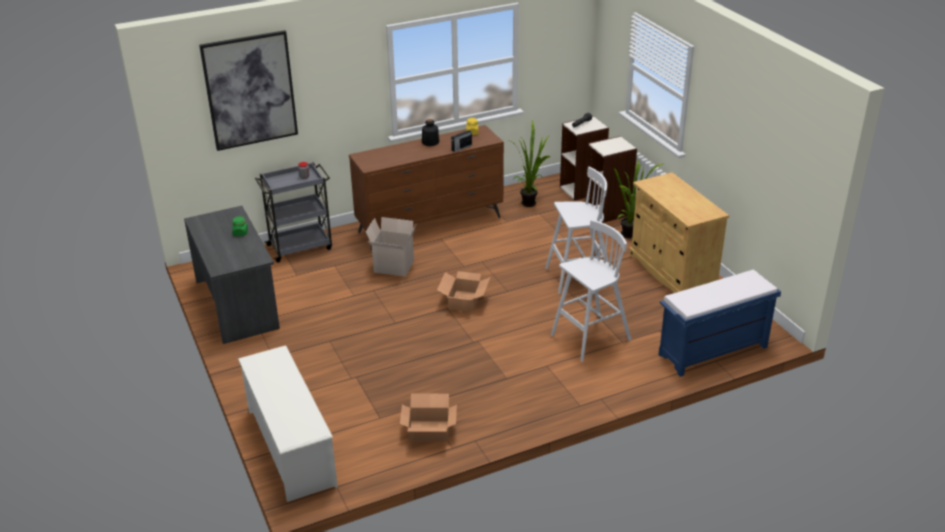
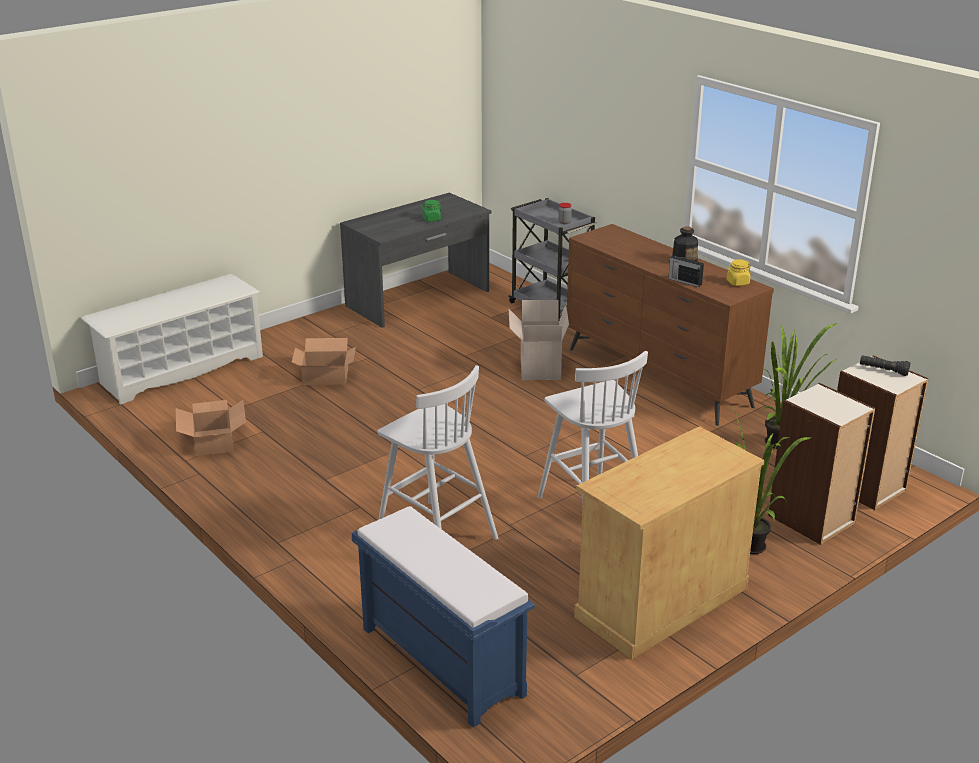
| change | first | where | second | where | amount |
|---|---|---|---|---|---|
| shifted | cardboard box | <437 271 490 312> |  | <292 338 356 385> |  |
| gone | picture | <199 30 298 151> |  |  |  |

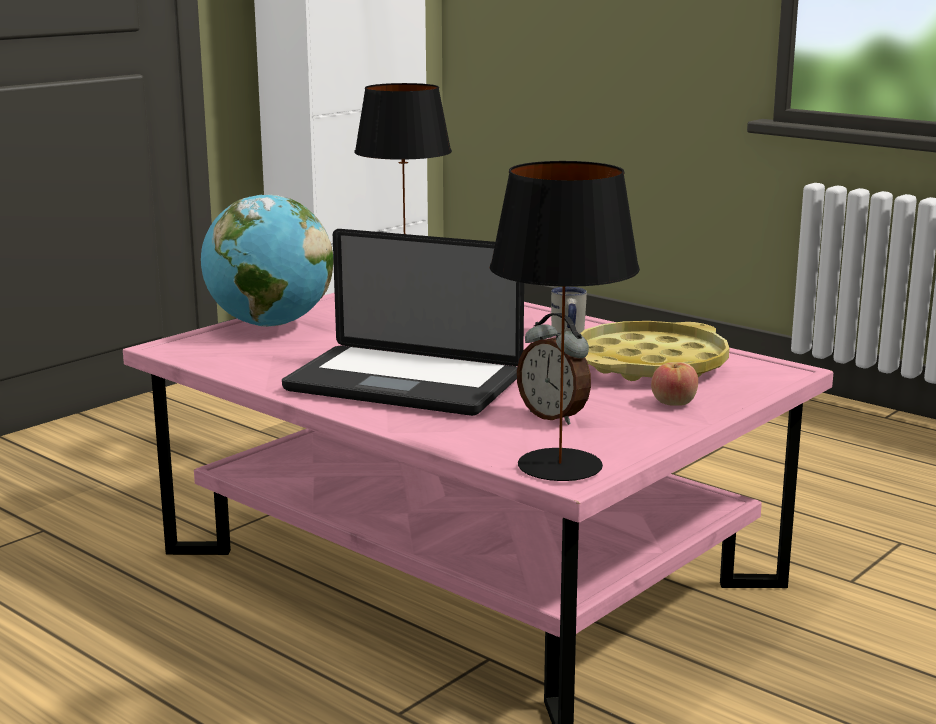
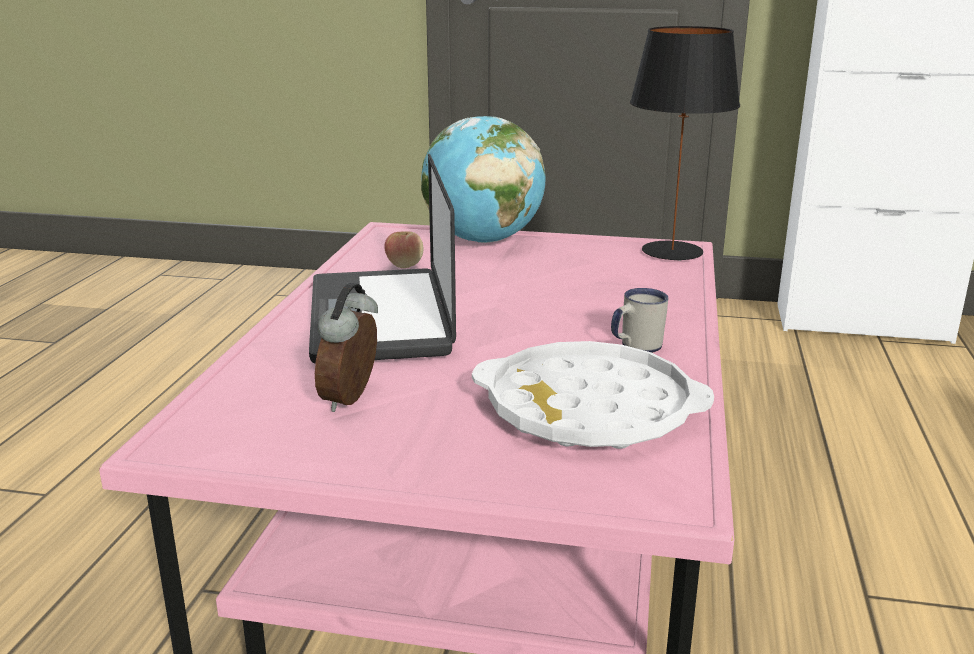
| change | first | where | second | where | amount |
|---|---|---|---|---|---|
| shifted | apple | <651 362 698 406> |  | <384 231 423 268> |  |
| repainted | tray/yellow | <580 321 729 381> | tray/white | <472 341 714 449> |  |
| gone | table lamp/black | <490 161 640 481> |  |  |  |

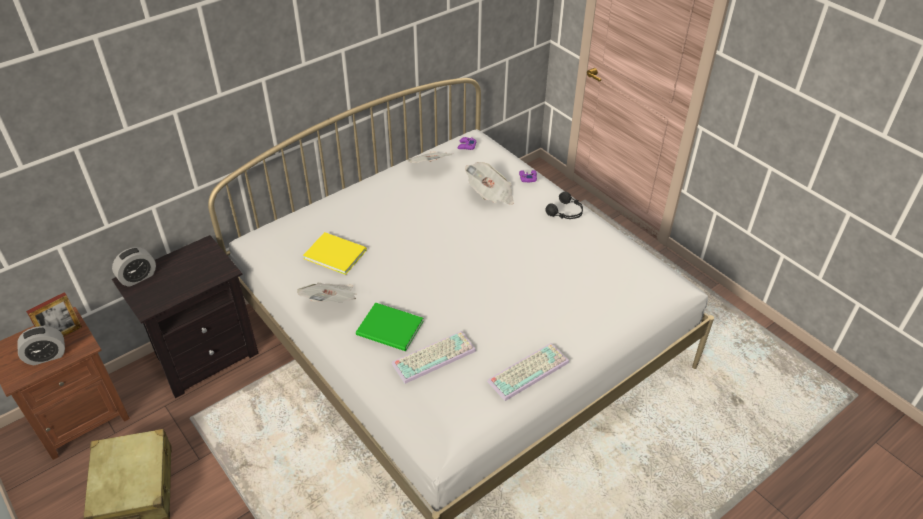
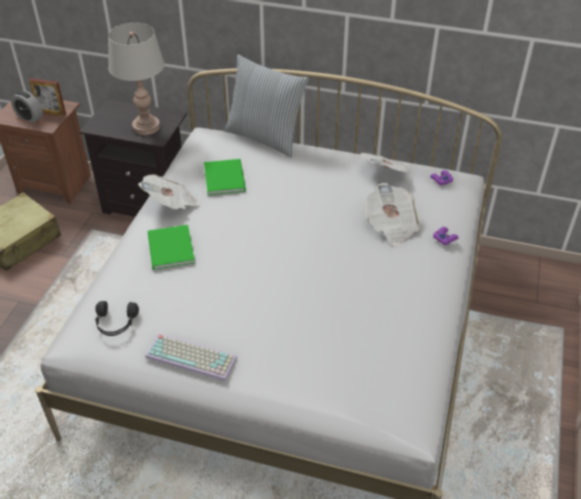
| change | first | where | second | where | amount |
|---|---|---|---|---|---|
| shifted | headphones/black | <545 192 583 219> |  | <95 301 139 336> |  |
| new |  |  | table lamp/grey | <108 23 165 135> |  |
| repainted | book/yellow | <303 232 367 275> | book/green | <204 159 246 195> |  |
| new |  |  | pillow | <224 55 309 157> |  |
| gone | alarm clock | <112 247 156 287> |  |  |  |
| gone | keyboard | <392 331 476 384> |  |  |  |

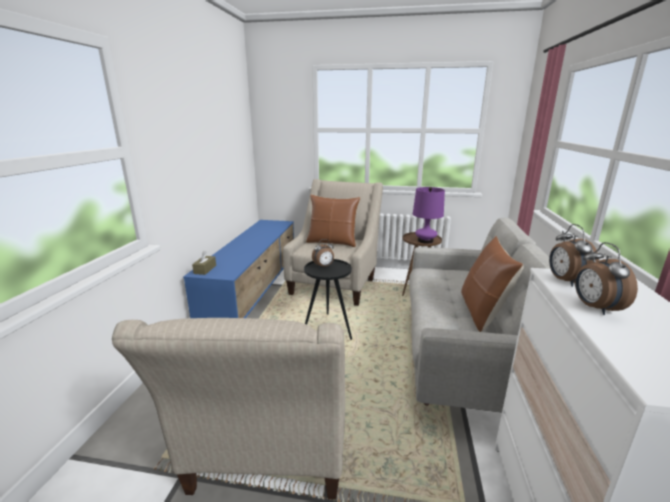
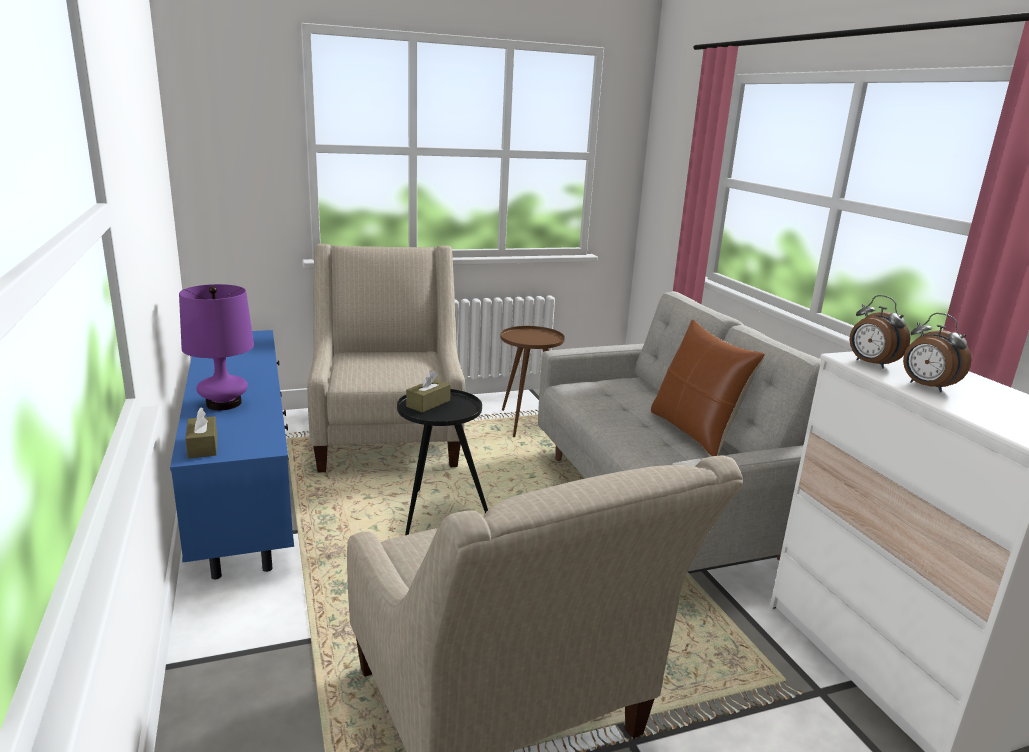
| change | first | where | second | where | amount |
|---|---|---|---|---|---|
| shifted | table lamp/purple | <413 187 445 244> |  | <179 284 254 410> |  |
| swapped | alarm clock | <312 239 334 267> | tissue box/brown | <406 370 451 413> |  |
| gone | pillow/brown | <306 195 360 247> |  |  |  |

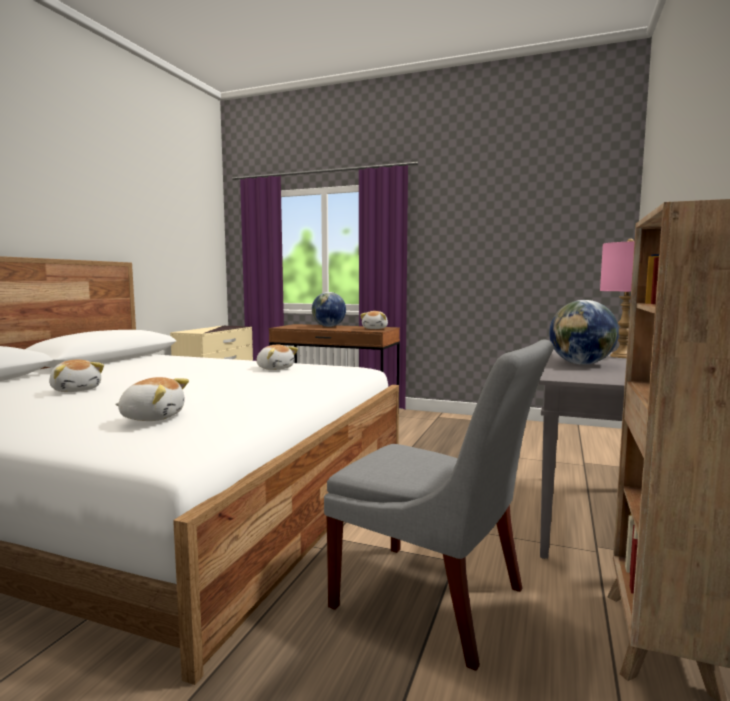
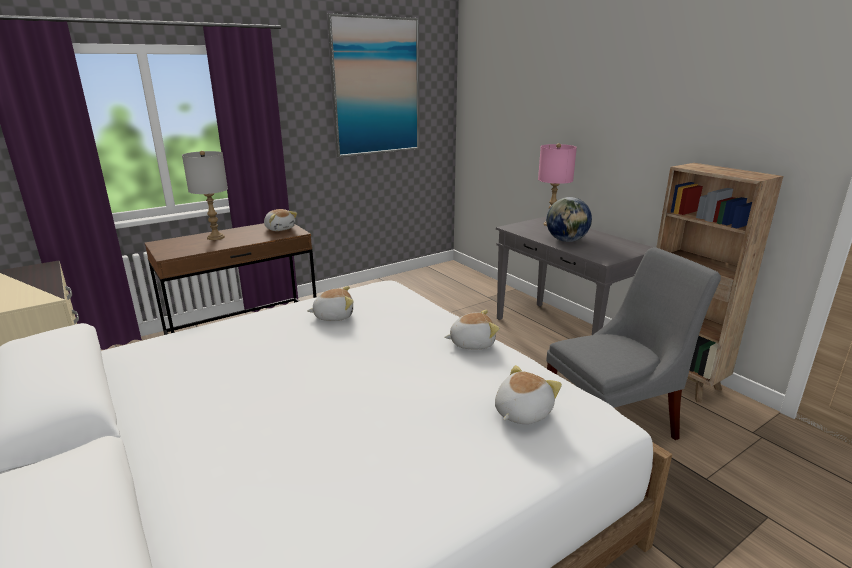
| change | first | where | second | where | amount |
|---|---|---|---|---|---|
| swapped | globe | <312 292 346 327> | table lamp/grey | <182 151 228 240> |  |
| new |  |  | picture | <328 13 419 157> |  |
| shifted | plush toy | <49 359 104 392> |  | <444 310 500 350> |  |

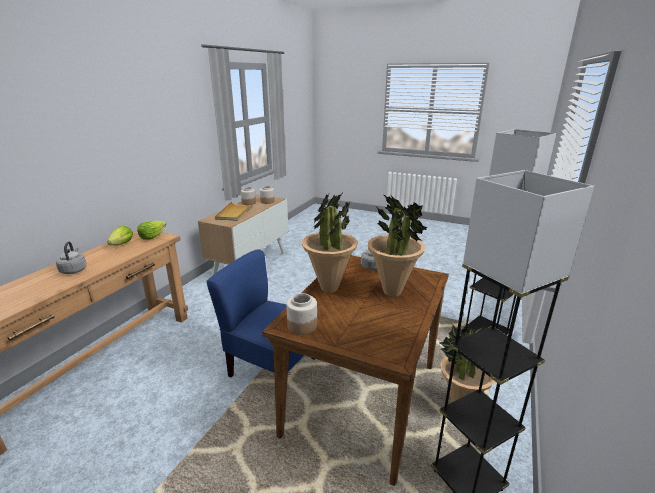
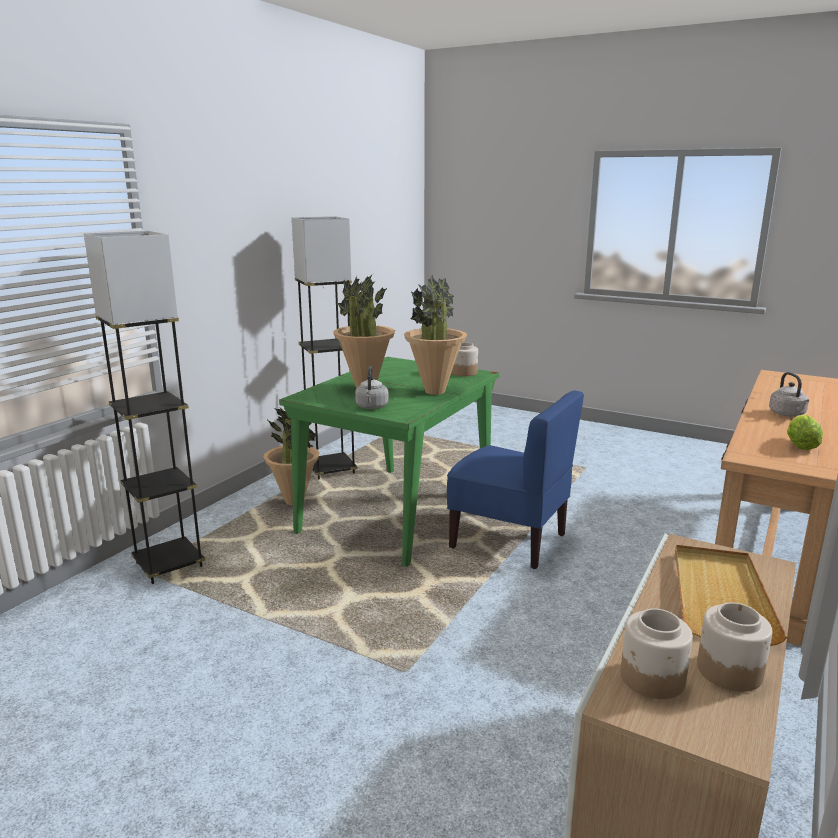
| change | first | where | second | where | amount |
|---|---|---|---|---|---|
| repainted | dining table/brown | <262 255 449 486> | dining table/green | <279 357 499 567> |  |
| gone | lettuce | <137 221 166 240> |  |  |  |

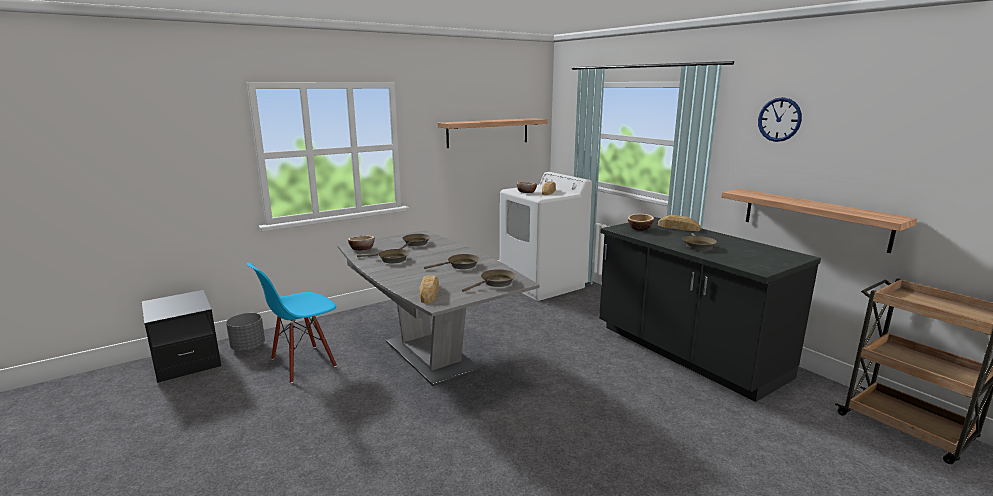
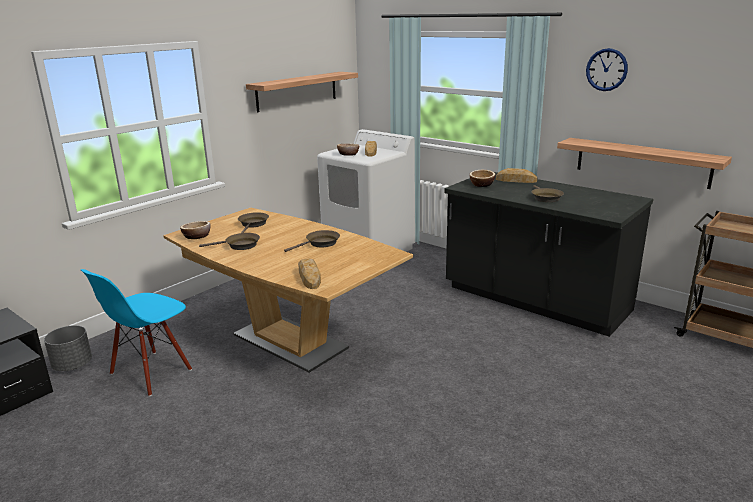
| change | first | where | second | where | amount |
|---|---|---|---|---|---|
| repainted | dining table/grey | <337 230 539 386> | dining table/brown | <163 208 413 373> |  |
| gone | frying pan/brown | <462 269 516 292> |  |  |  |

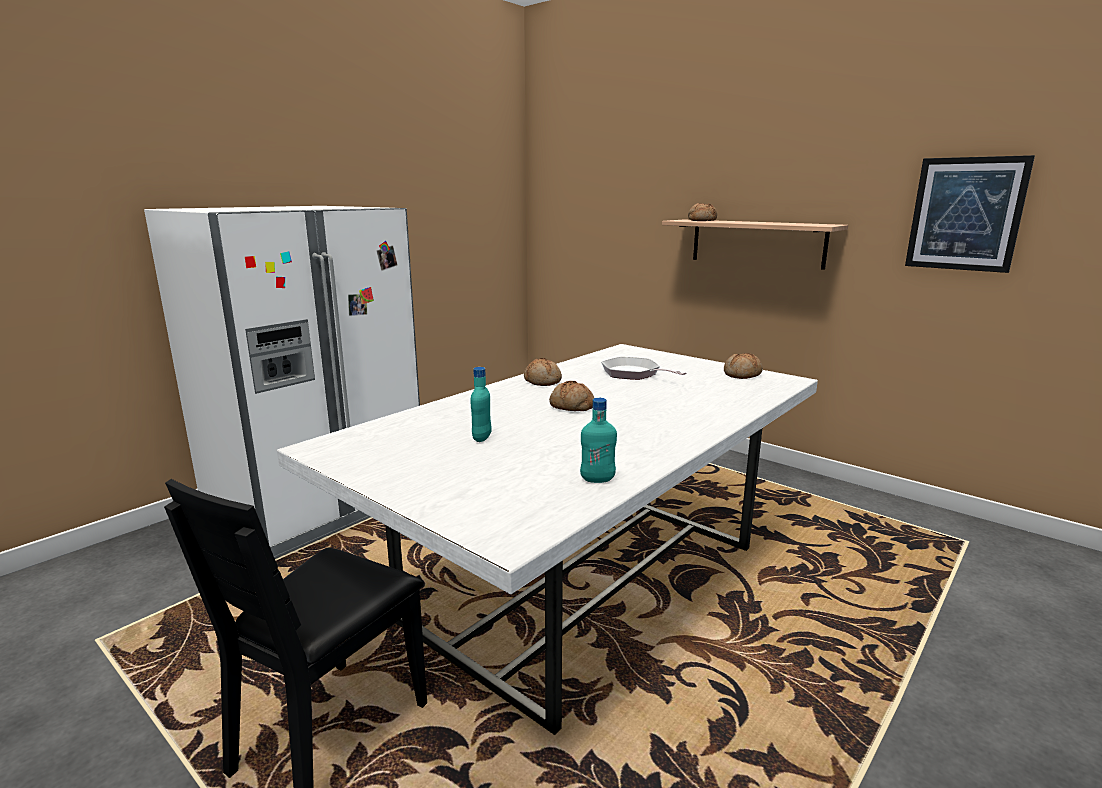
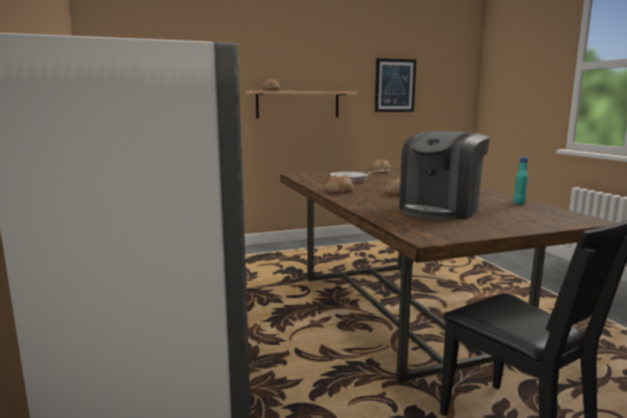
| change | first | where | second | where | amount |
|---|---|---|---|---|---|
| repainted | dining table/white | <277 344 818 735> | dining table/brown | <280 168 617 382> |  |
| swapped | bottle/turquoise | <470 367 491 442> | coffee machine | <399 131 490 220> |  |

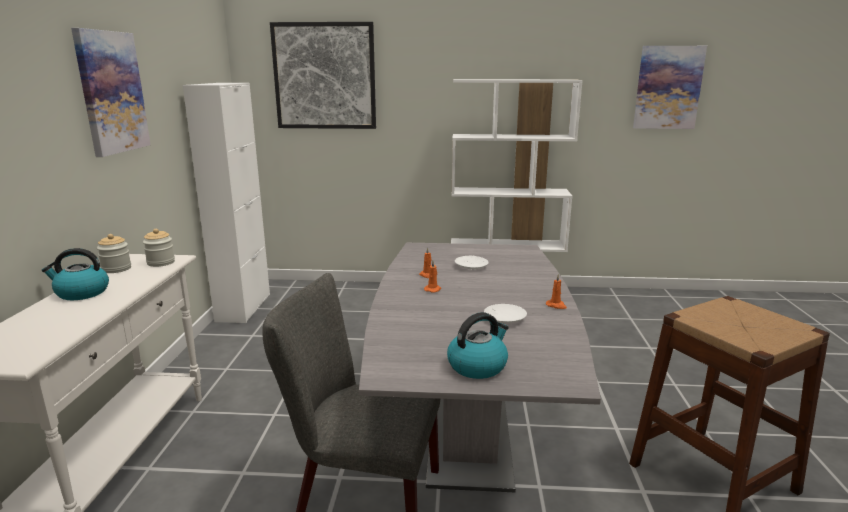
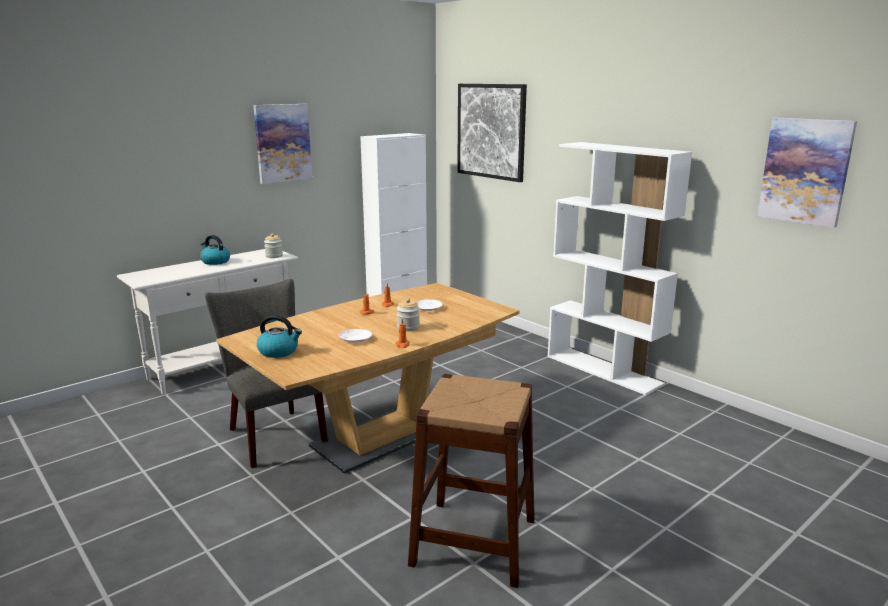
| change | first | where | second | where | amount |
|---|---|---|---|---|---|
| repainted | dining table/grey | <359 243 601 492> | dining table/brown | <216 283 520 474> |  |
| shifted | jar | <97 234 131 273> |  | <397 298 420 331> |  |

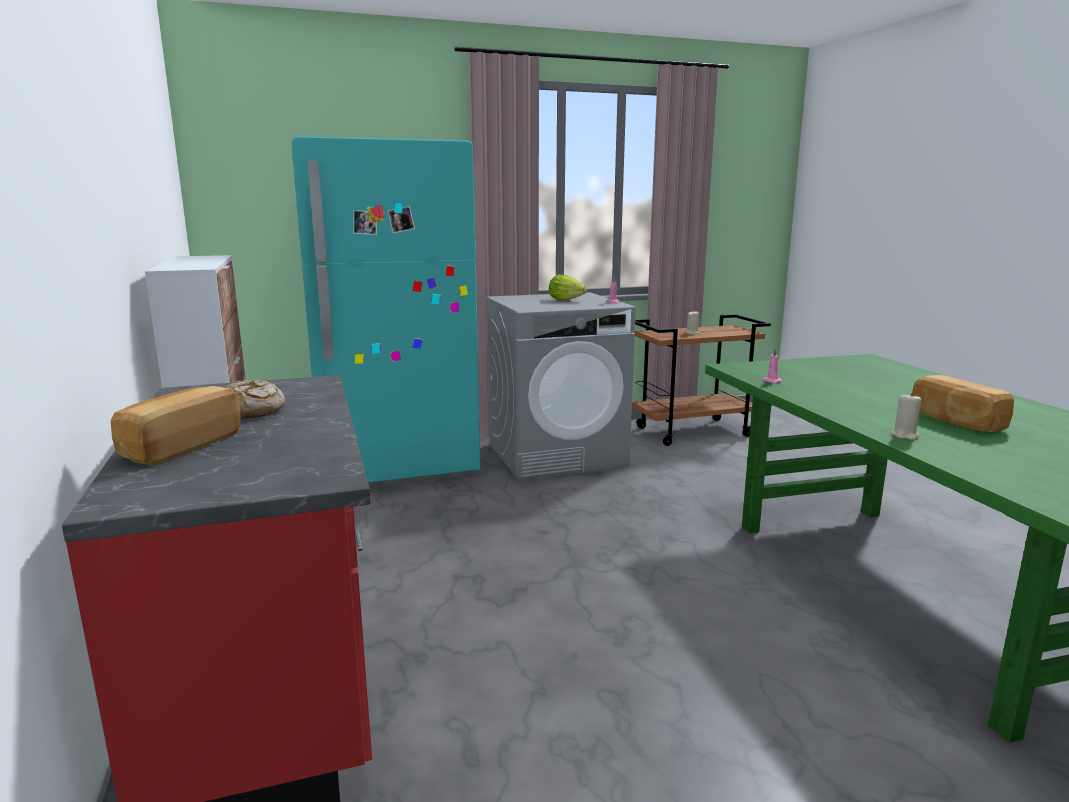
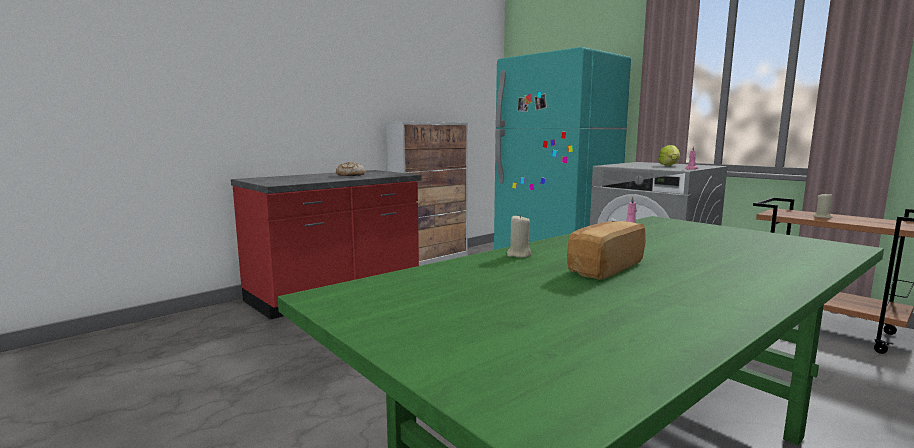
| change | first | where | second | where | amount |
|---|---|---|---|---|---|
| gone | bread | <111 386 241 466> |  |  |  |

